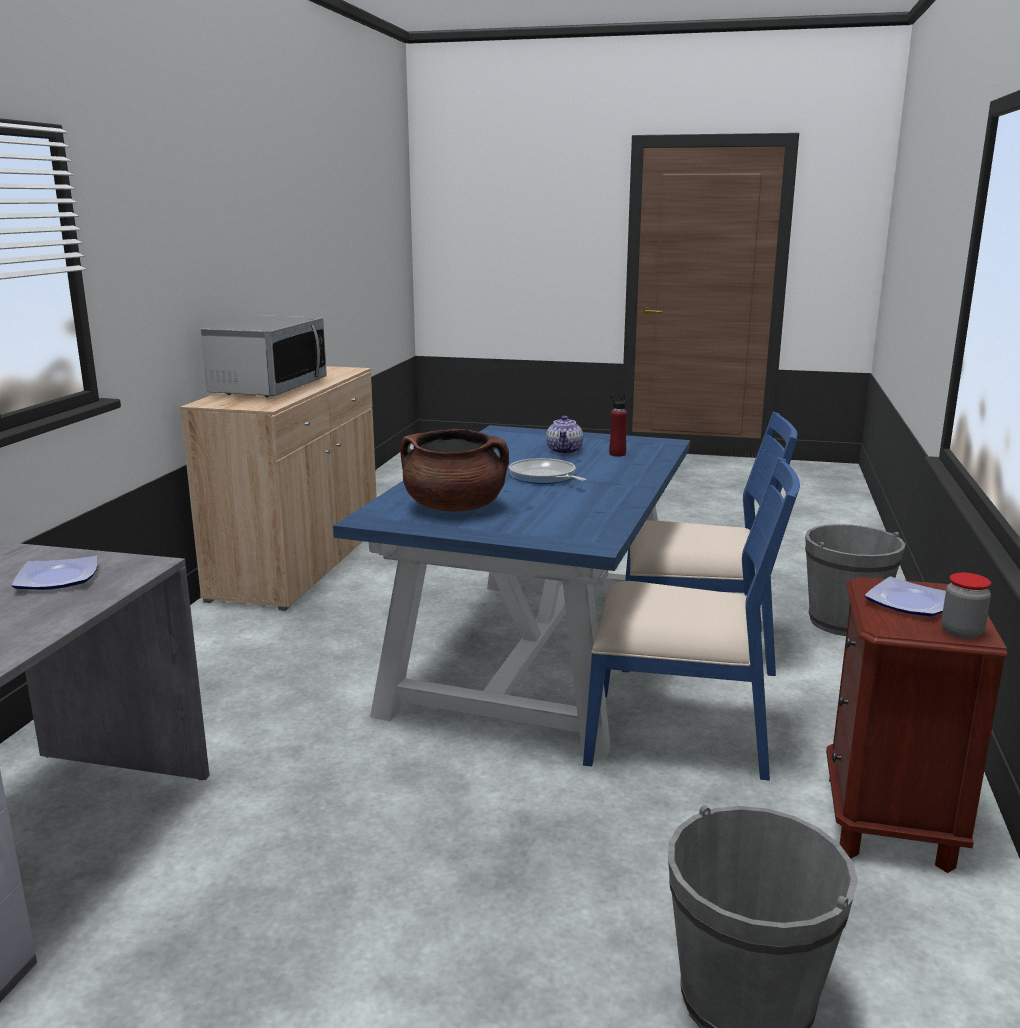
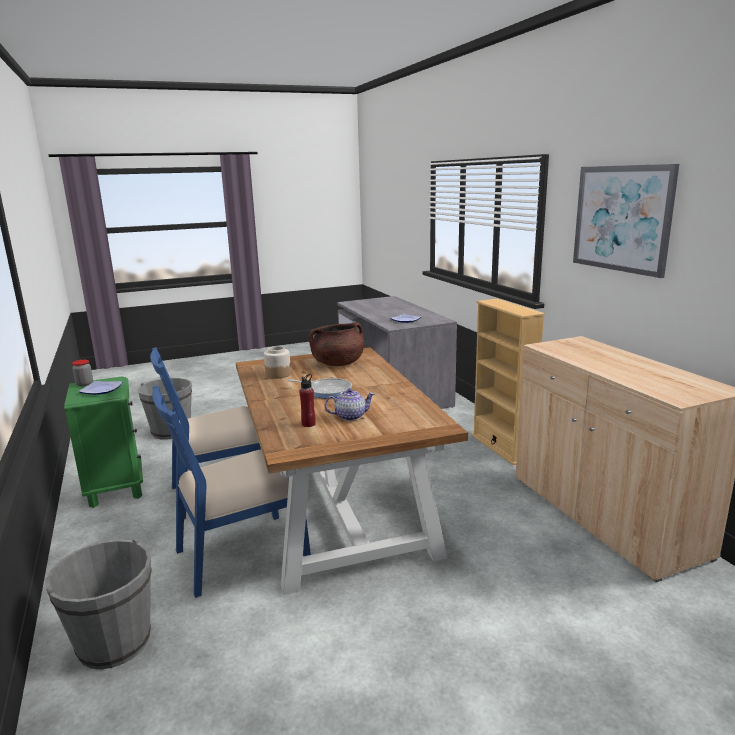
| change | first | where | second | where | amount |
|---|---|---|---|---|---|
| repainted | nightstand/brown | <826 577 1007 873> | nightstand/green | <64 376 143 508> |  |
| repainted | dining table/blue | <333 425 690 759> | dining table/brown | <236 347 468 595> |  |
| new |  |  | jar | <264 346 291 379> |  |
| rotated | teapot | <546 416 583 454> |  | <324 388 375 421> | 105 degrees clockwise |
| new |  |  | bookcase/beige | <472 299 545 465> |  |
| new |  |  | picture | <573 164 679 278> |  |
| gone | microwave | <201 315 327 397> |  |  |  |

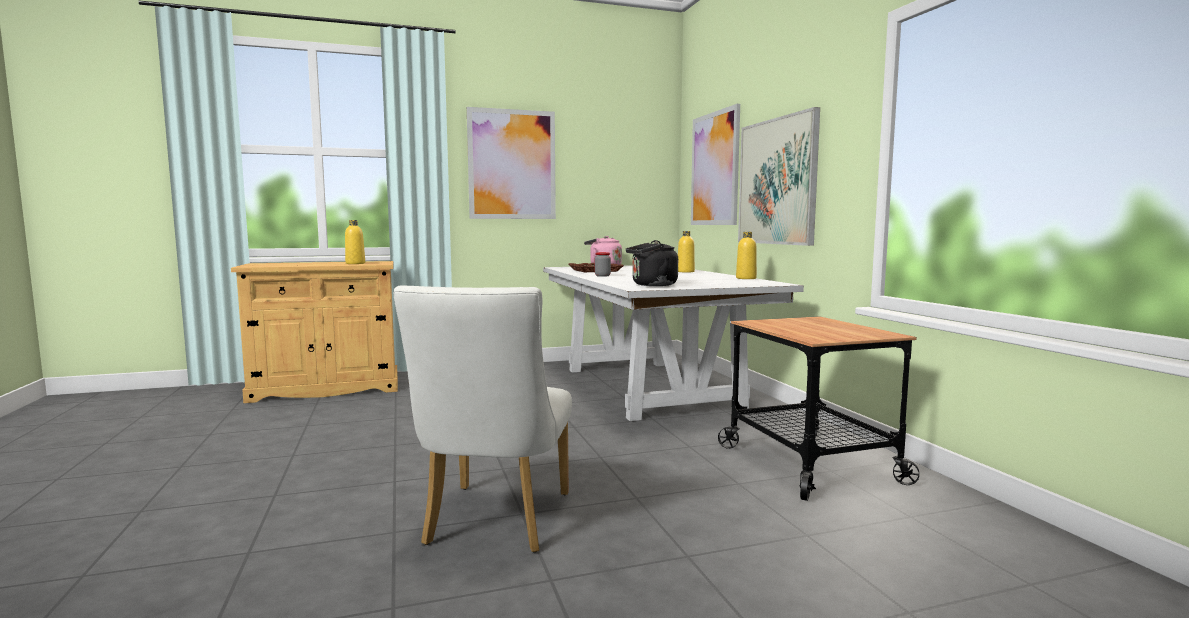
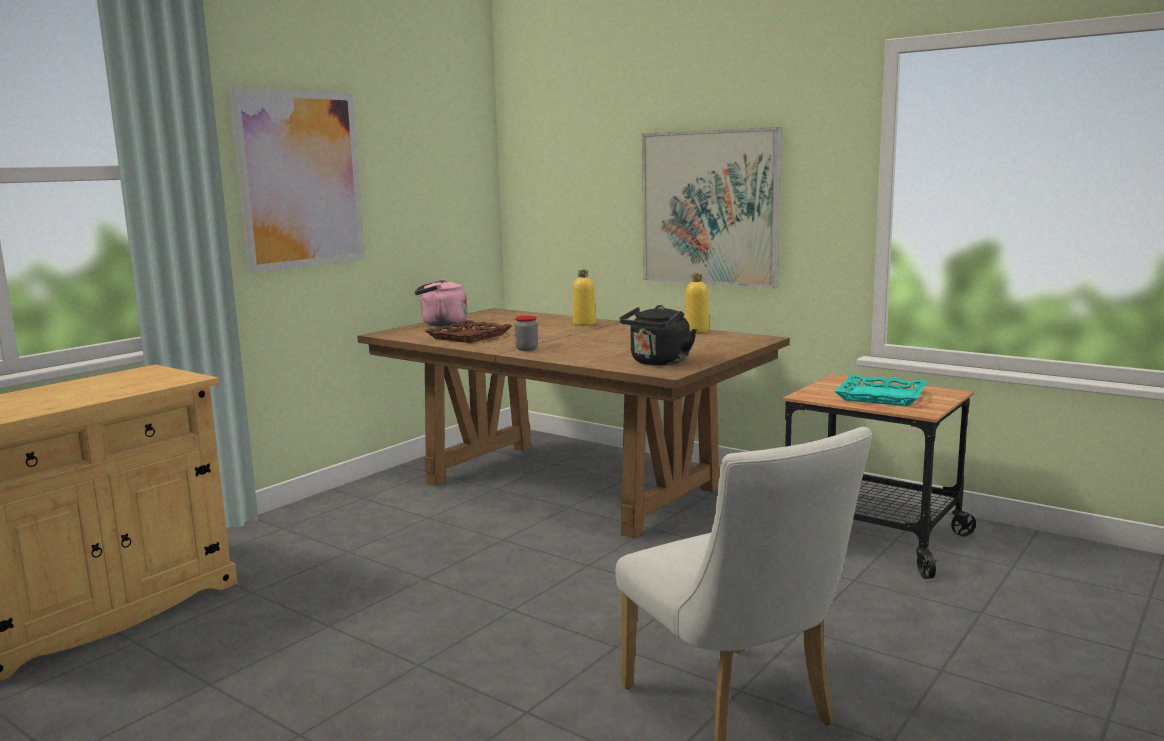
| change | first | where | second | where | amount |
|---|---|---|---|---|---|
| repainted | dining table/white | <543 265 804 421> | dining table/brown | <357 308 790 539> |  |
| new |  |  | tray/turquoise | <834 375 928 406> |  |
| gone | bottle/yellow | <345 220 365 264> |  |  |  |
| gone | picture | <691 104 740 225> |  |  |  |

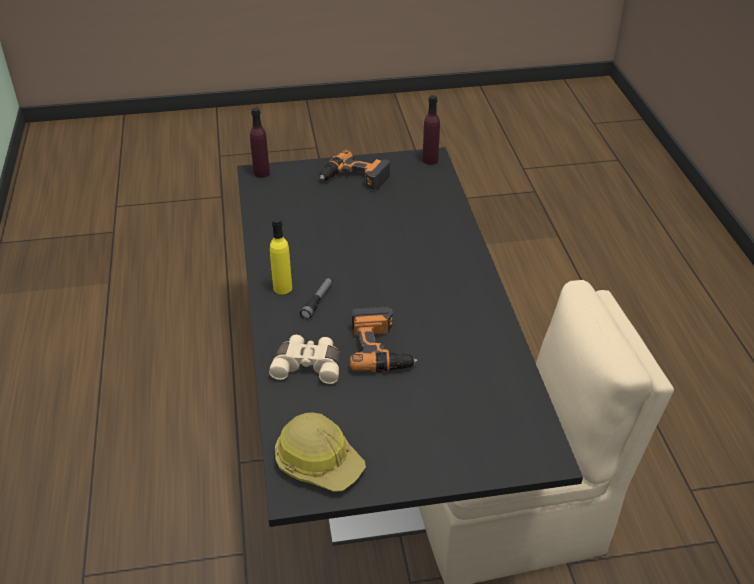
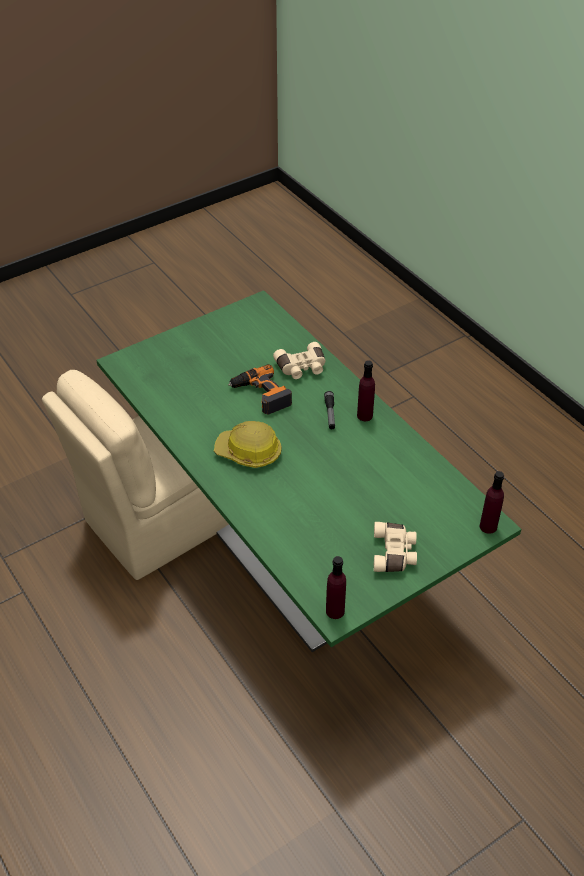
| change | first | where | second | where | amount |
|---|---|---|---|---|---|
| repainted | dining table/black | <237 147 583 546> | dining table/green | <96 290 521 652> |  |
| shifted | hard hat | <275 412 366 492> |  | <214 421 282 468> |  |
| repainted | bottle/yellow | <270 217 292 294> | bottle/purple | <357 360 375 421> |  |
| swapped | power drill | <320 149 390 190> | binoculars/beige | <374 522 417 572> |  |

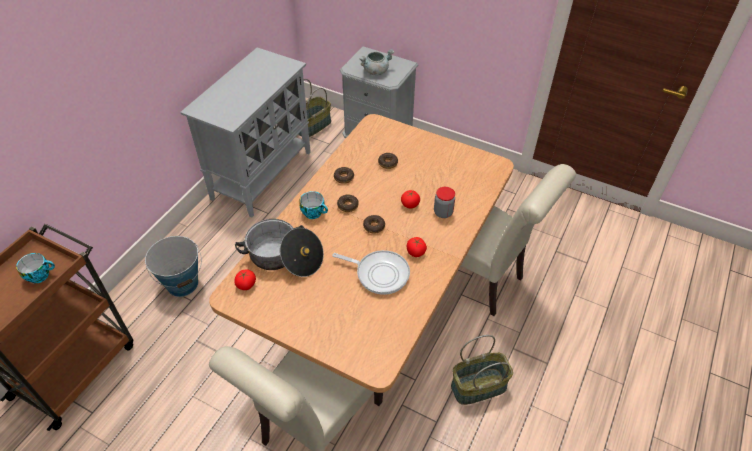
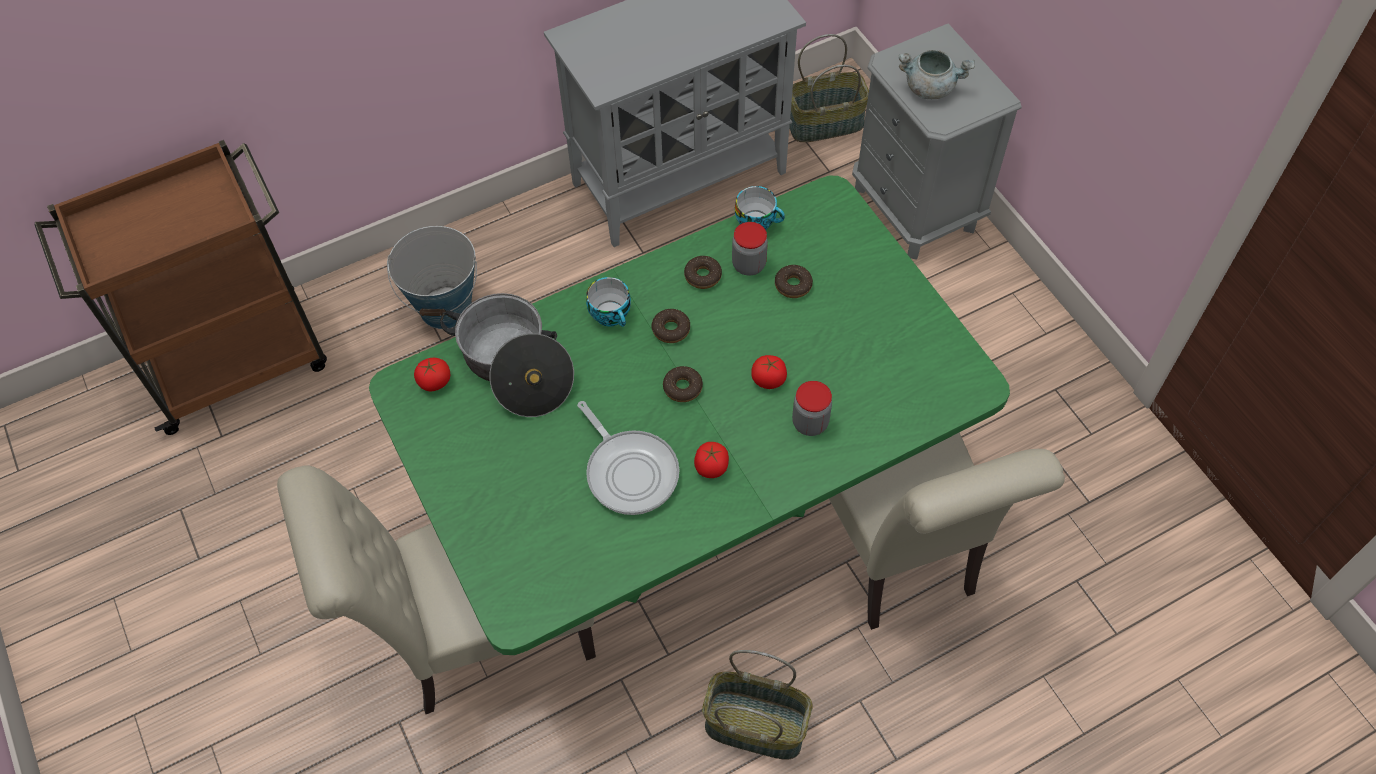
| change | first | where | second | where | amount |
|---|---|---|---|---|---|
| repainted | dining table/brown | <209 114 514 393> | dining table/green | <369 176 1010 655> |  |
| new |  |  | jar | <732 222 768 276> |  |
| shifted | cup | <16 253 55 284> |  | <735 186 785 230> |  |

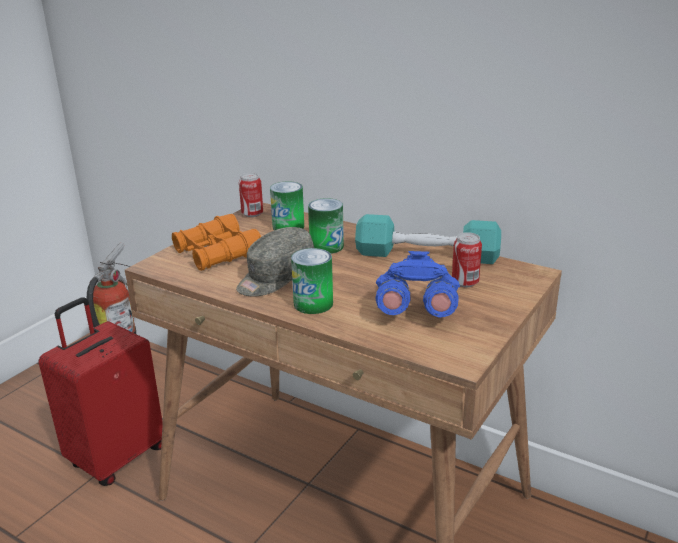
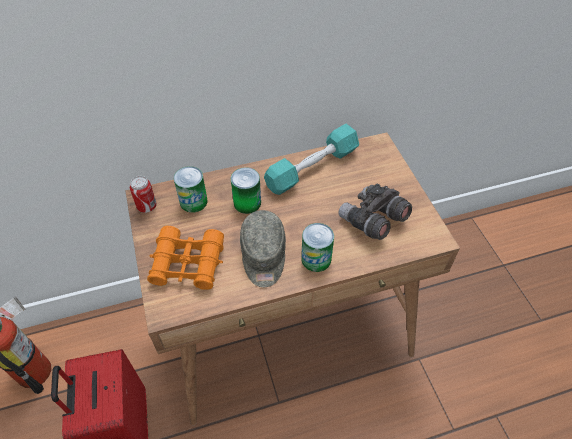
| change | first | where | second | where | amount |
|---|---|---|---|---|---|
| repainted | binoculars/blue | <375 251 460 318> | binoculars/grey | <339 183 412 240> |  |
| gone | can | <452 232 482 287> |  |  |  |

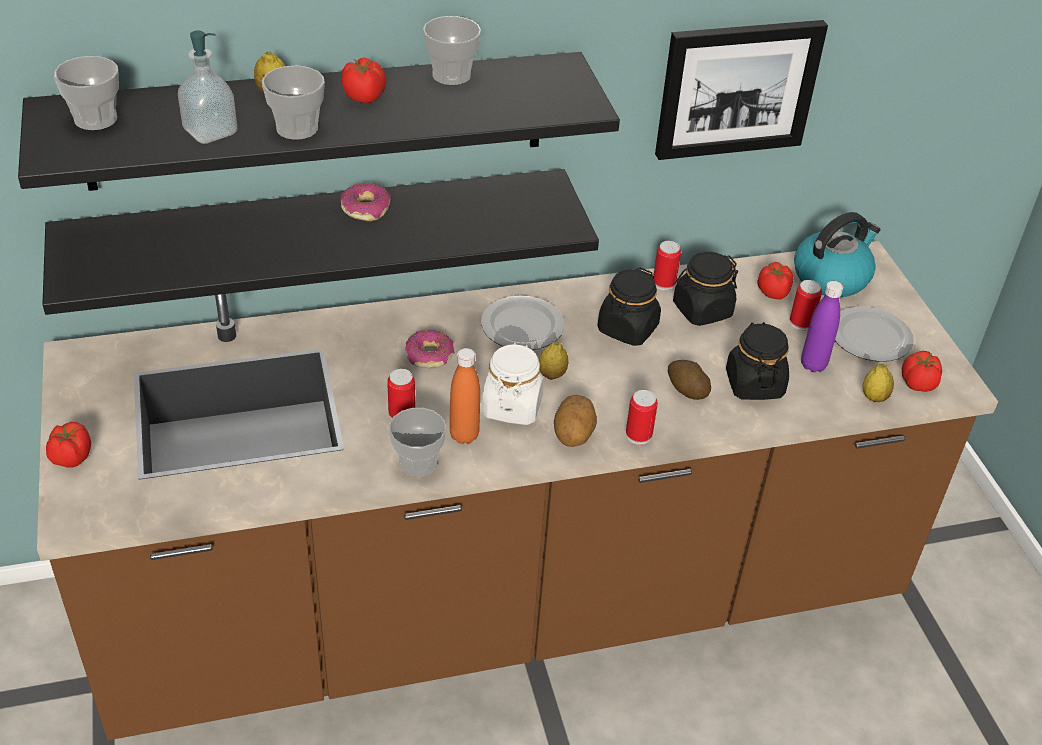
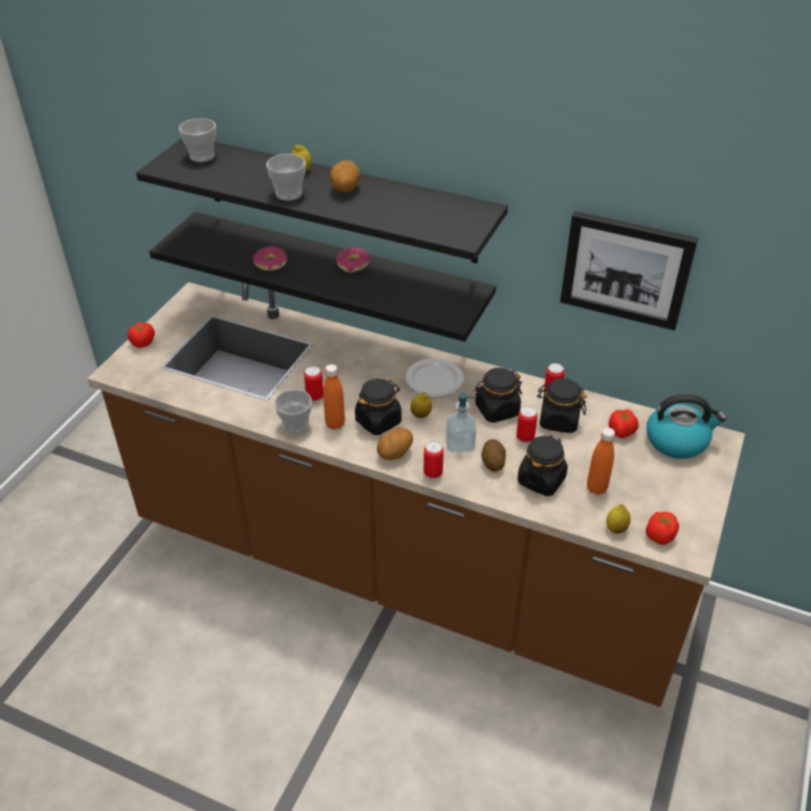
| change | first | where | second | where | amount |
|---|---|---|---|---|---|
| shifted | donut | <405 330 454 368> |  | <253 246 288 271> |  |
| swapped | tomato | <341 57 386 103> | potato | <330 160 360 192> |  |
| repainted | jar/white | <482 343 544 425> | jar/black | <355 379 402 435> |  |
| shifted | soap dispenser | <178 31 238 144> |  | <446 392 476 452> |  |
| shifted | can | <790 280 822 331> |  | <516 406 538 444> |  |
| repainted | bottle/purple | <801 281 843 372> | bottle/orange | <587 427 615 495> |  |
| gone | cup | <423 16 481 85> |  |  |  |
| gone | plate | <835 307 914 362> |  |  |  |

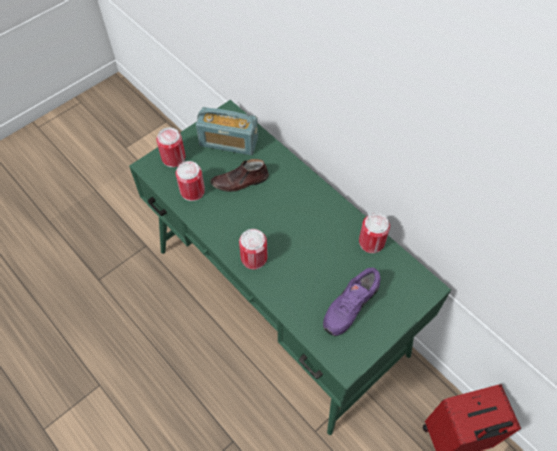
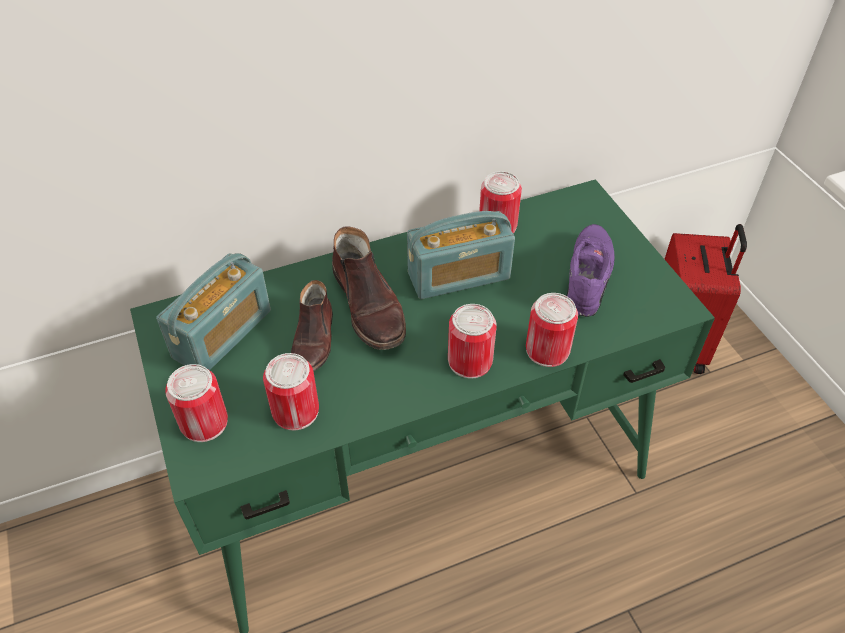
| change | first | where | second | where | amount |
|---|---|---|---|---|---|
| new |  |  | boot/brown | <332 226 406 350> |  |
| new |  |  | radio | <407 211 515 299> |  |
| new |  |  | can | <526 293 578 367> |  |
| rotated | shoe/purple | <323 268 381 336> |  | <566 224 615 317> | 135 degrees counterclockwise |

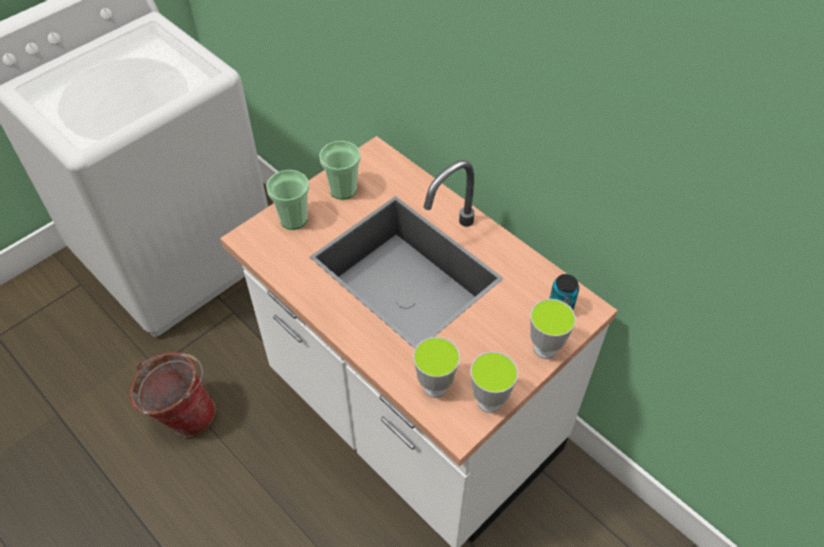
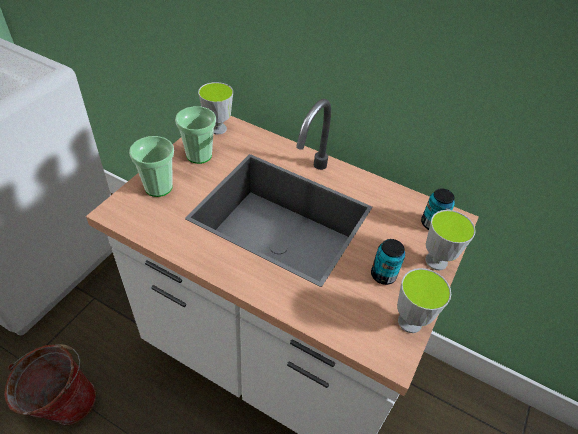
| change | first | where | second | where | amount |
|---|---|---|---|---|---|
| shifted | cup | <413 337 460 398> |  | <198 82 233 135> |  |
| new |  |  | can | <371 239 405 285> |  |

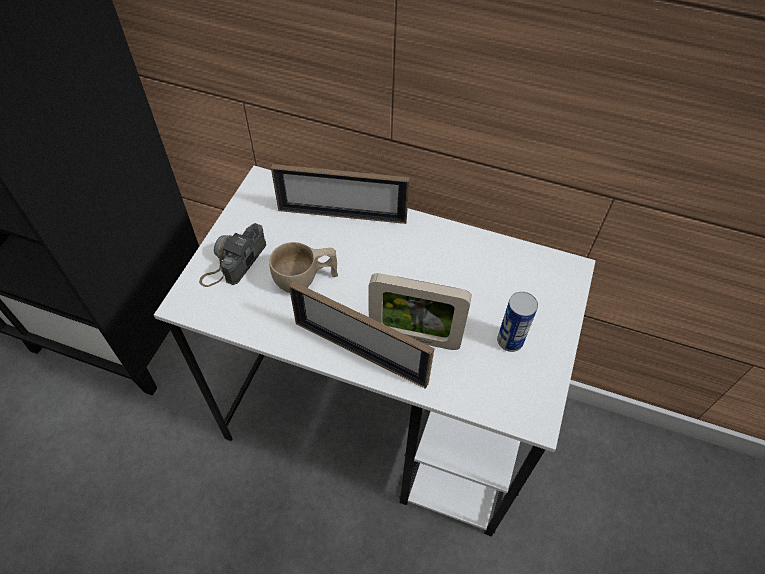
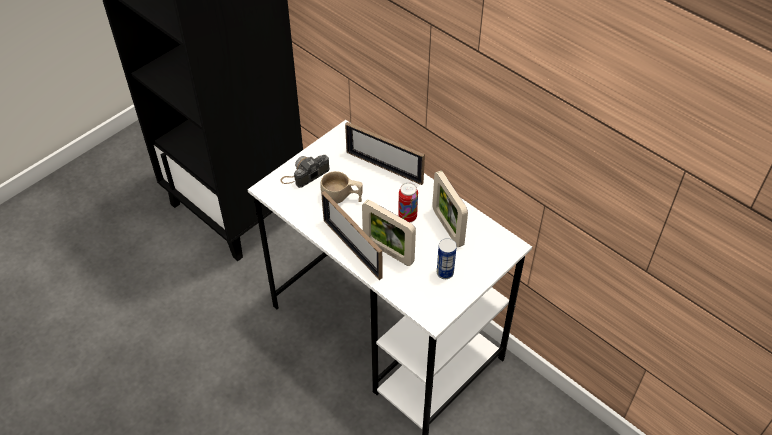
| change | first | where | second | where | amount |
|---|---|---|---|---|---|
| new |  |  | can | <398 183 418 222> |  |
| new |  |  | picture frame | <432 171 468 247> |  |

